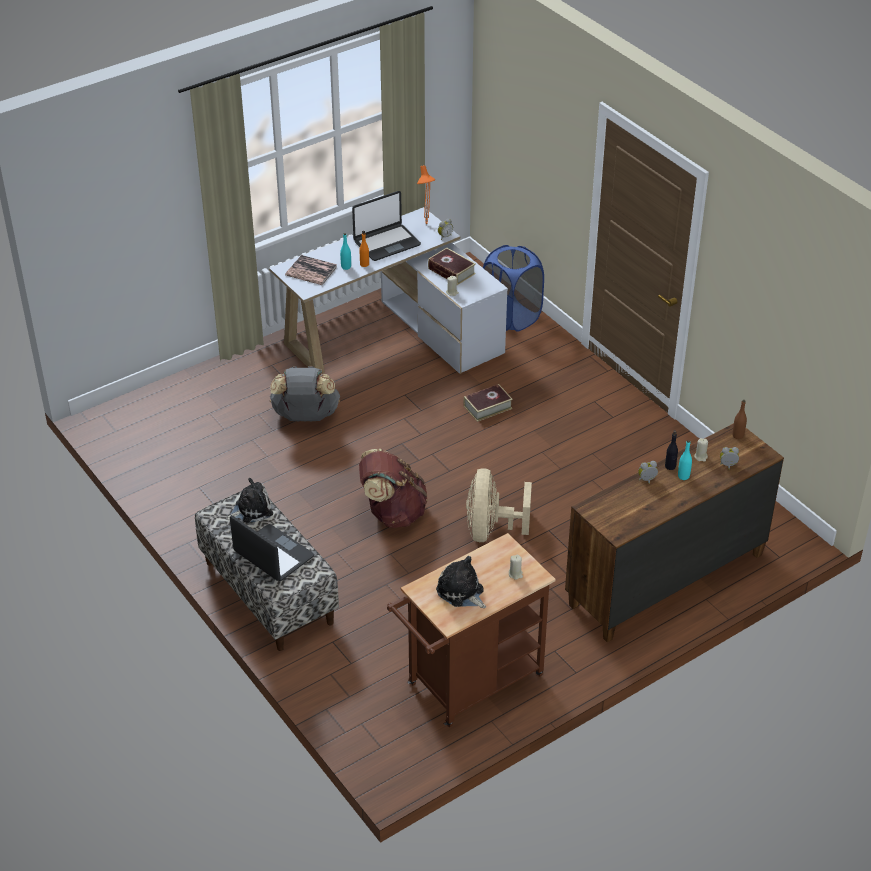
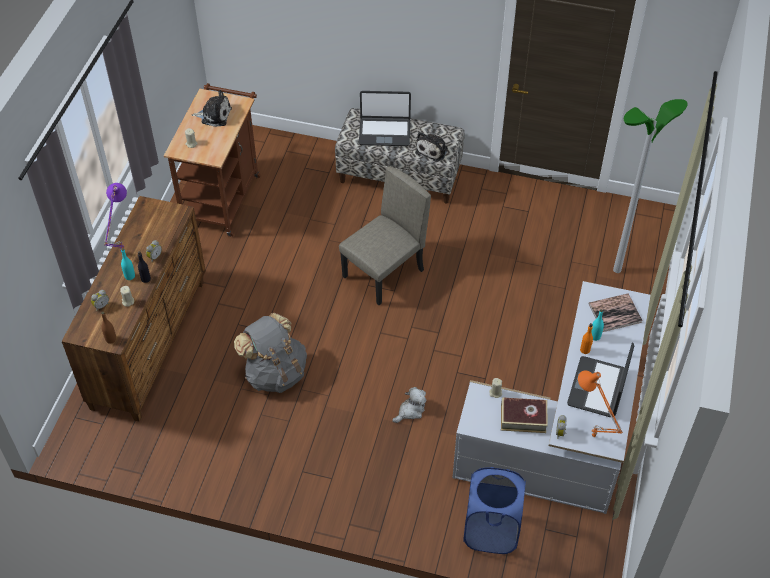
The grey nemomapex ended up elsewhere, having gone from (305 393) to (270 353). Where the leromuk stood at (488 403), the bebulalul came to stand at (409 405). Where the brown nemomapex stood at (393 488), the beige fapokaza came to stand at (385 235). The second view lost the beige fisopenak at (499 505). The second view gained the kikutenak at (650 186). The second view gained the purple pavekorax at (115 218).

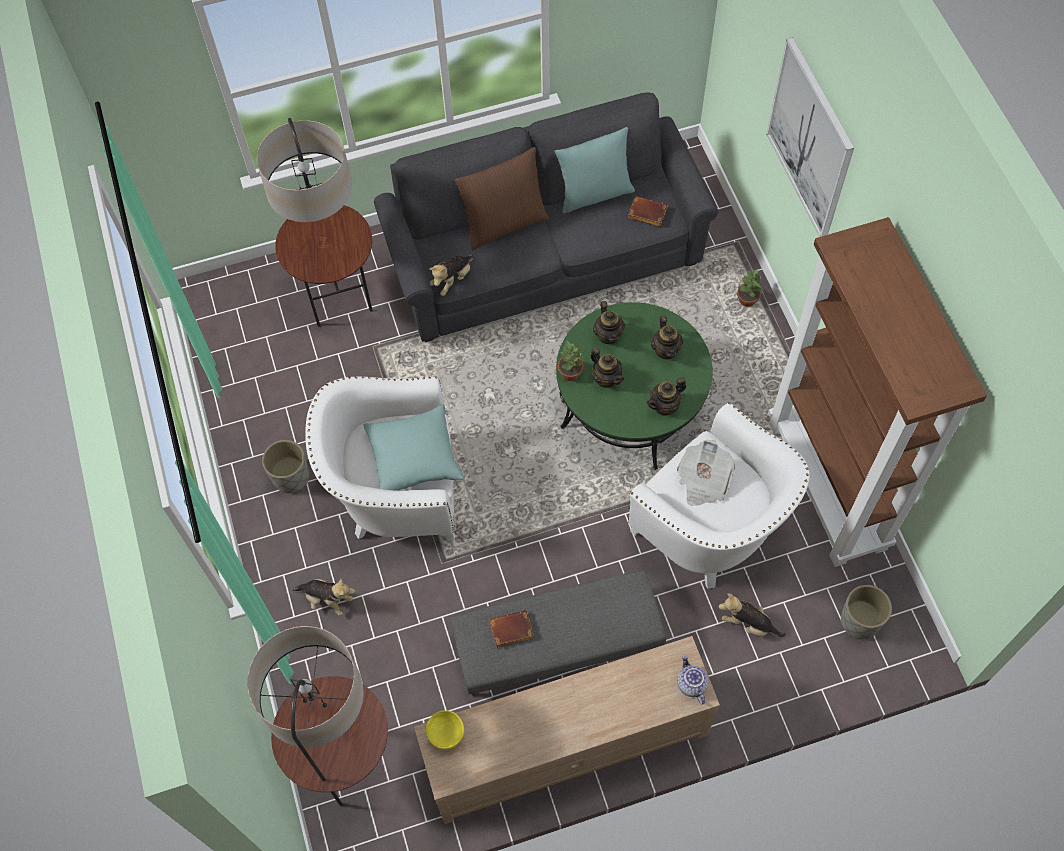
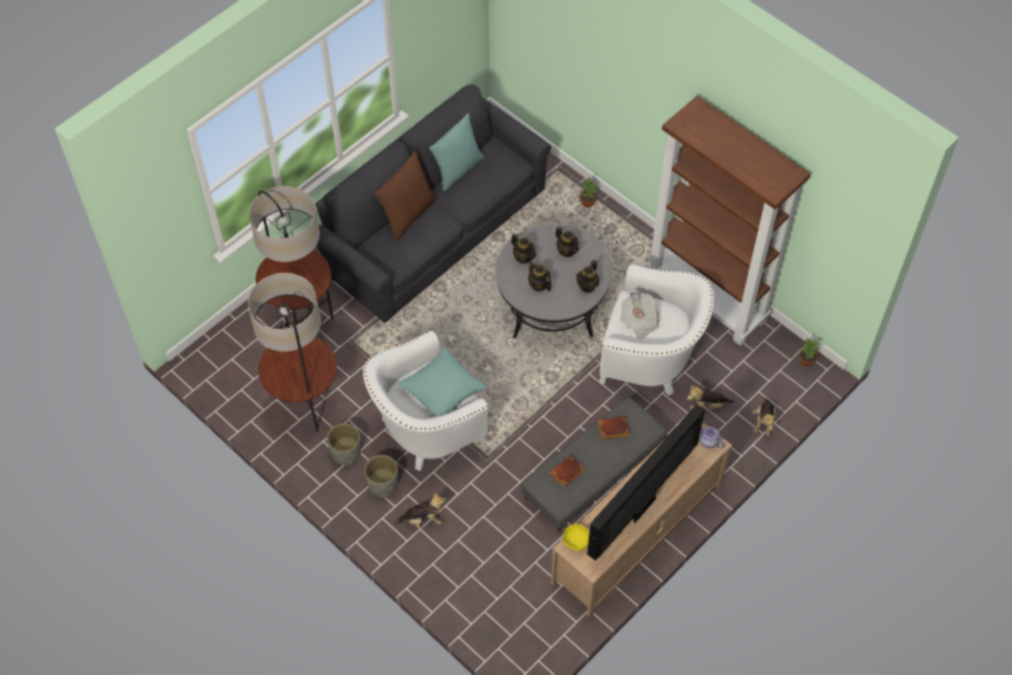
The second view lost the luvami at (810 137). The brown leromuk ended up elsewhere, having gone from (648 211) to (614 428). The bebulalul ended up elsewhere, having gone from (451 275) to (764 417). What was the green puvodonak at (634 386) turned into the grey puvodonak at (553 282). The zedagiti ended up elsewhere, having gone from (570 361) to (809 352). The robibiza at (607 367) ended up facing another way, 150 degrees counterclockwise from before. The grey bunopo ended up elsewhere, having gone from (866 612) to (381 476). The kikutenak ended up elsewhere, having gone from (317 716) to (292 352). The second view gained the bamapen at (646 482).

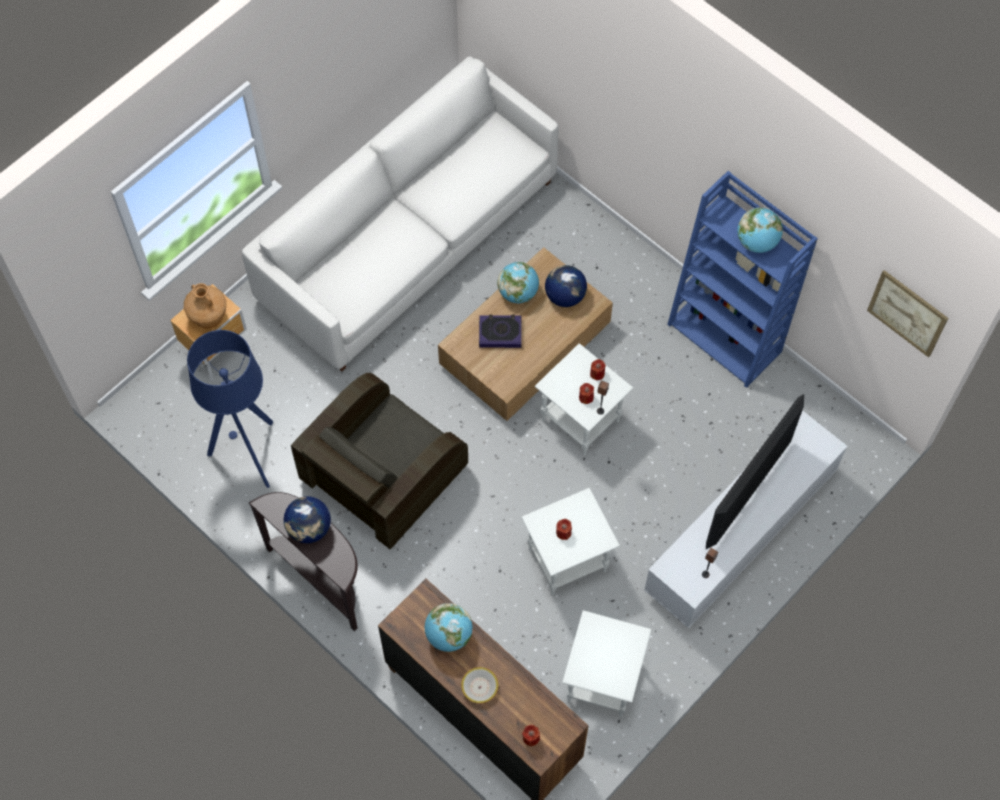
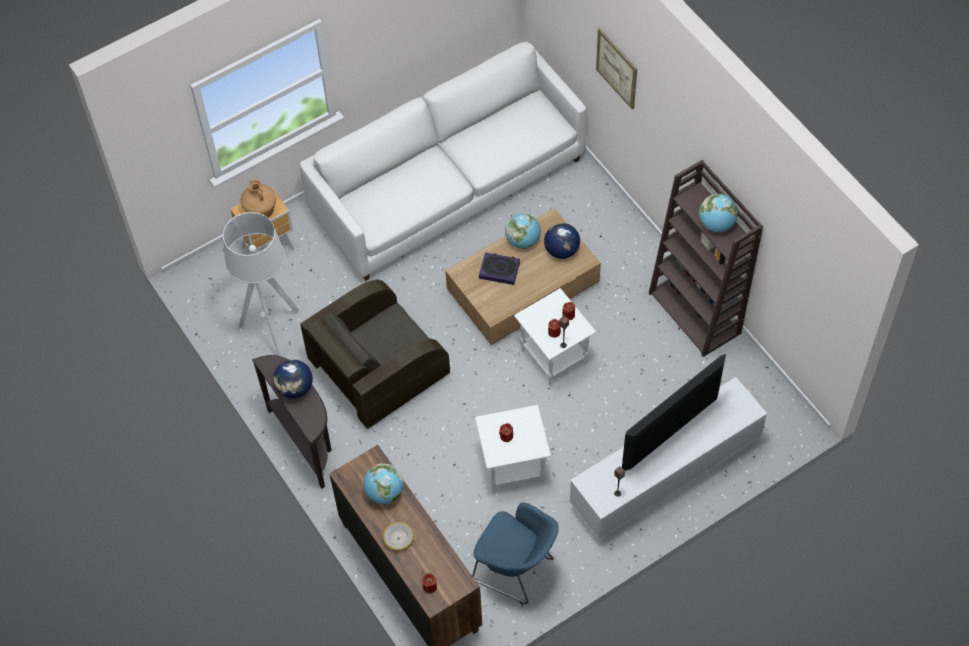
What was the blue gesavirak at (742 279) turned into the brown gesavirak at (706 258). The luvami ended up elsewhere, having gone from (907 313) to (616 69). What was the blue kikutenak at (230 409) turned into the grey kikutenak at (261 284). Where the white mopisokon stood at (606 663), the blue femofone came to stand at (515 553).

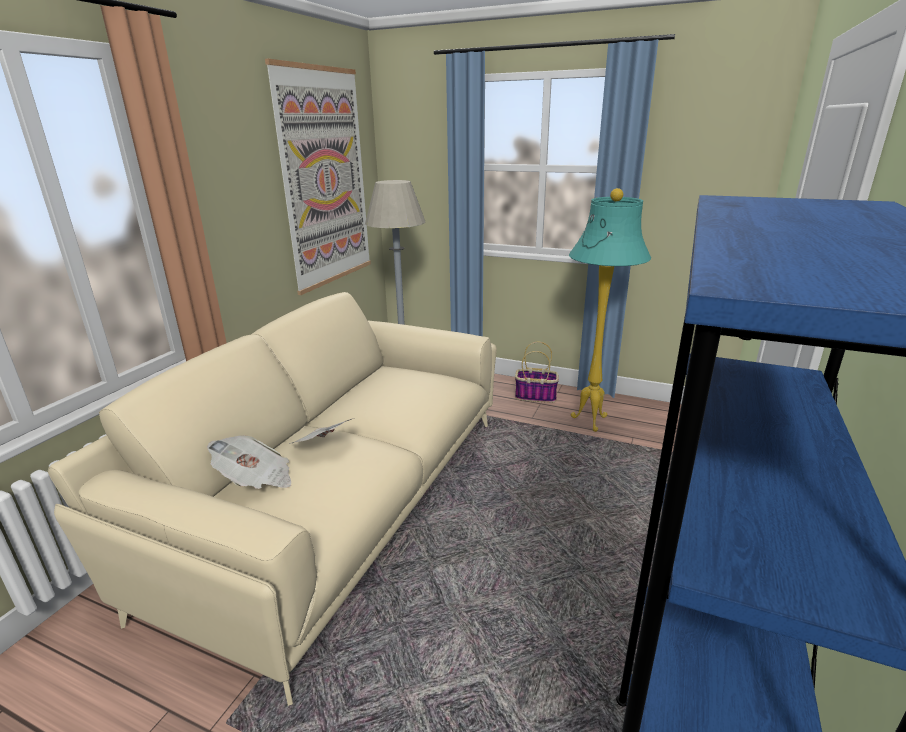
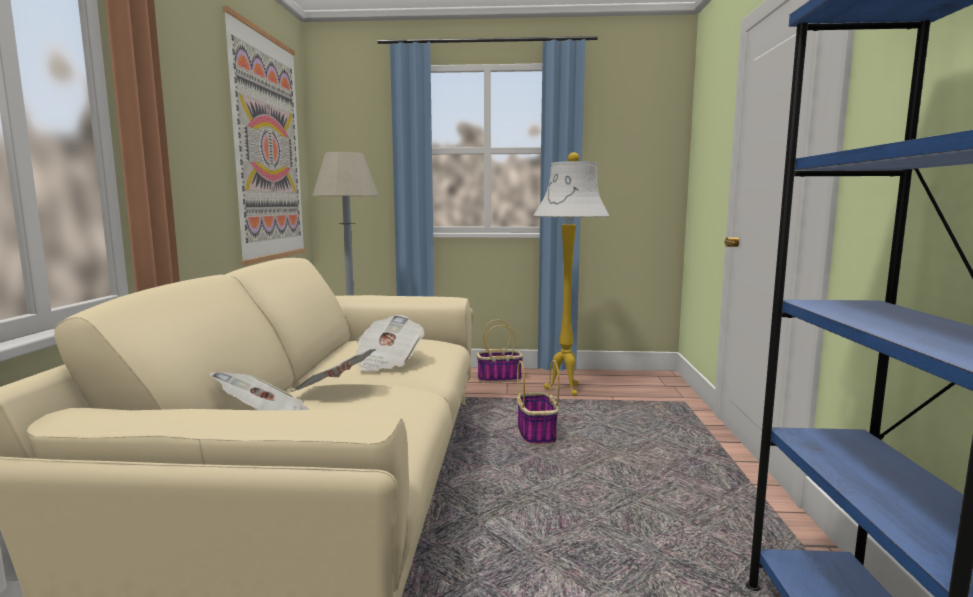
What was the turquoise kikutenak at (610 310) turned into the white kikutenak at (571 274). The second view gained the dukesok at (390 343). The second view gained the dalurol at (538 402).

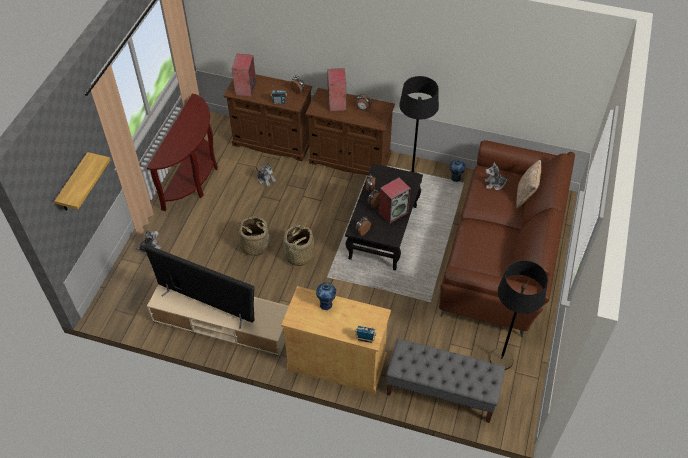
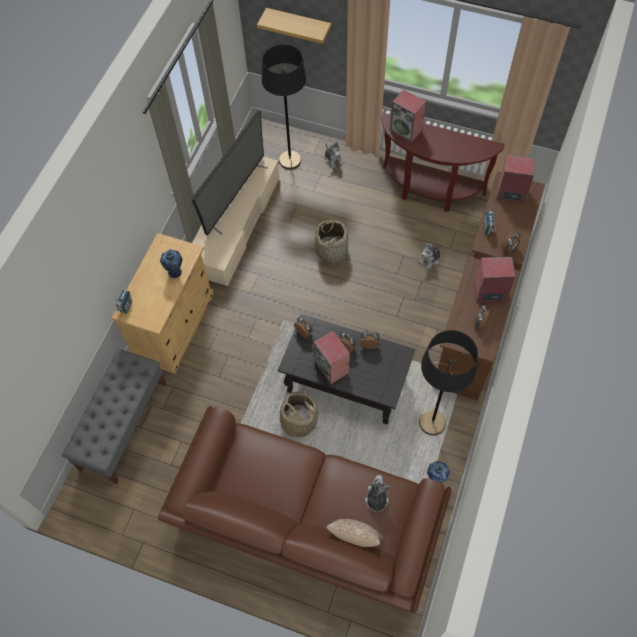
The dalurol ended up elsewhere, having gone from (298 246) to (297 414). The black kikutenak ended up elsewhere, having gone from (518 315) to (284 107). The second view gained the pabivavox at (408 116).

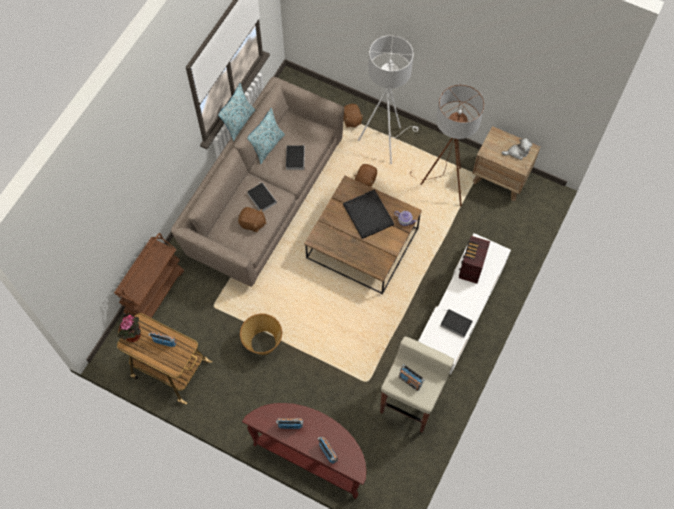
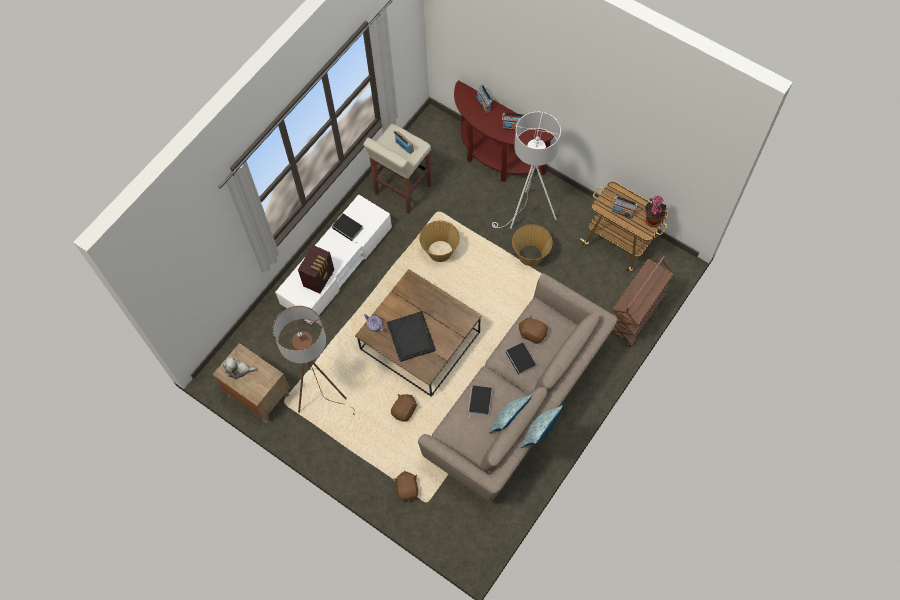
The white kikutenak ended up elsewhere, having gone from (388 99) to (526 170). The second view gained the dalurol at (439 241).

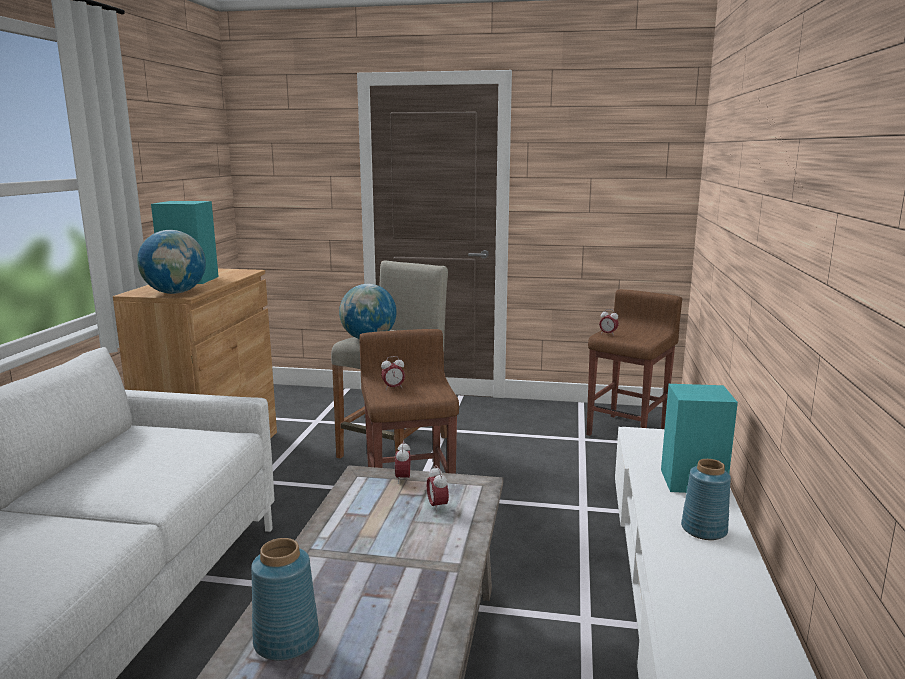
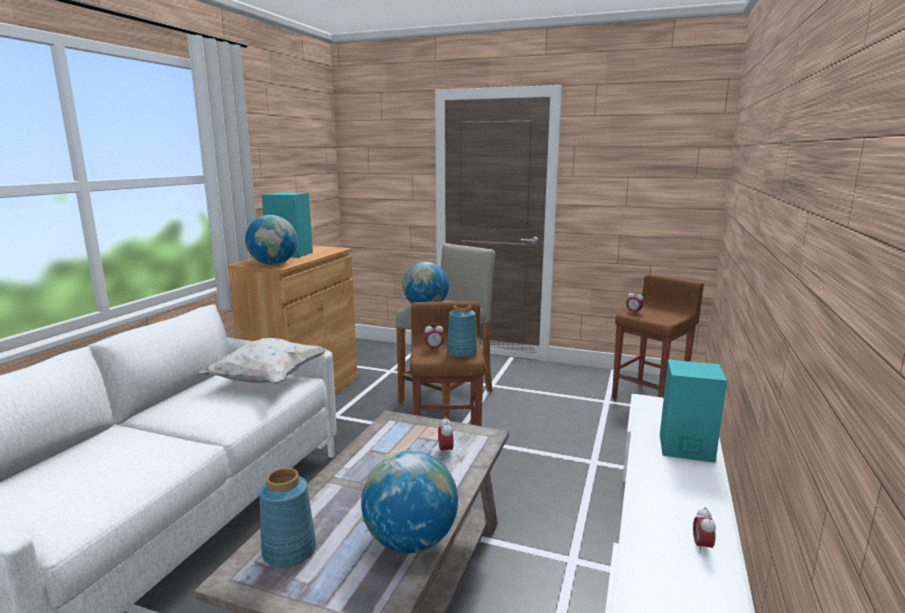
The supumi ended up elsewhere, having gone from (403 462) to (704 530). The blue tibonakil ended up elsewhere, having gone from (706 499) to (462 331). The second view gained the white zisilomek at (263 361). The second view gained the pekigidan at (409 502).

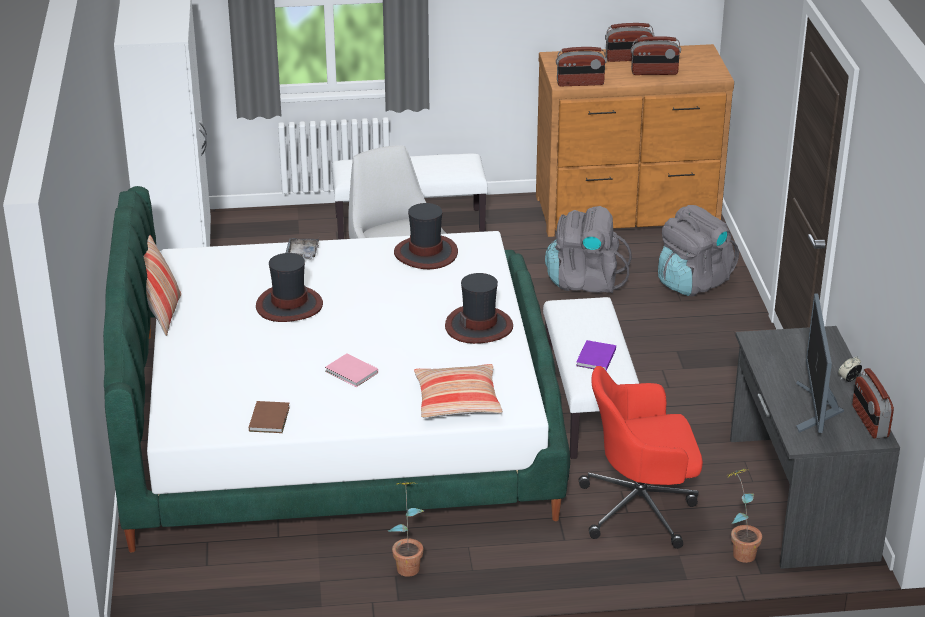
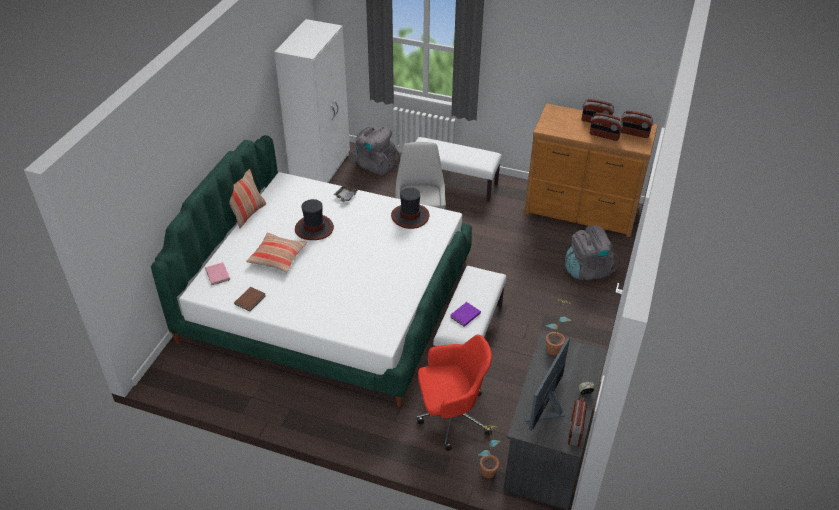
The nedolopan ended up elsewhere, having gone from (581 66) to (637 124). The grey nemomapex ended up elsewhere, having gone from (588 249) to (377 151). The second view lost the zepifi at (479 308). The pink leromuk ended up elsewhere, having gone from (351 370) to (217 273). The zisilomek ended up elsewhere, having gone from (458 391) to (276 253). The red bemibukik at (641 457) ended up facing another way, 150 degrees clockwise from before. The zedagiti ended up elsewhere, having gone from (406 529) to (558 327).

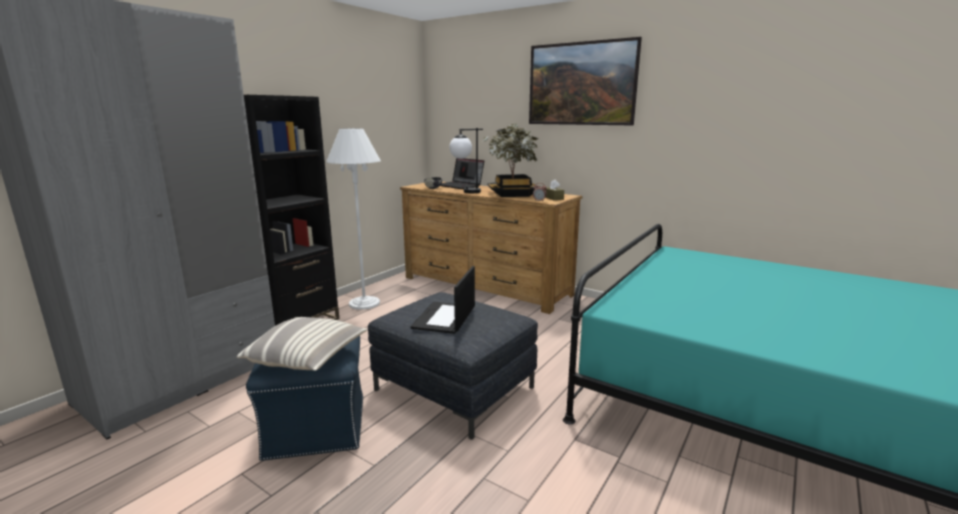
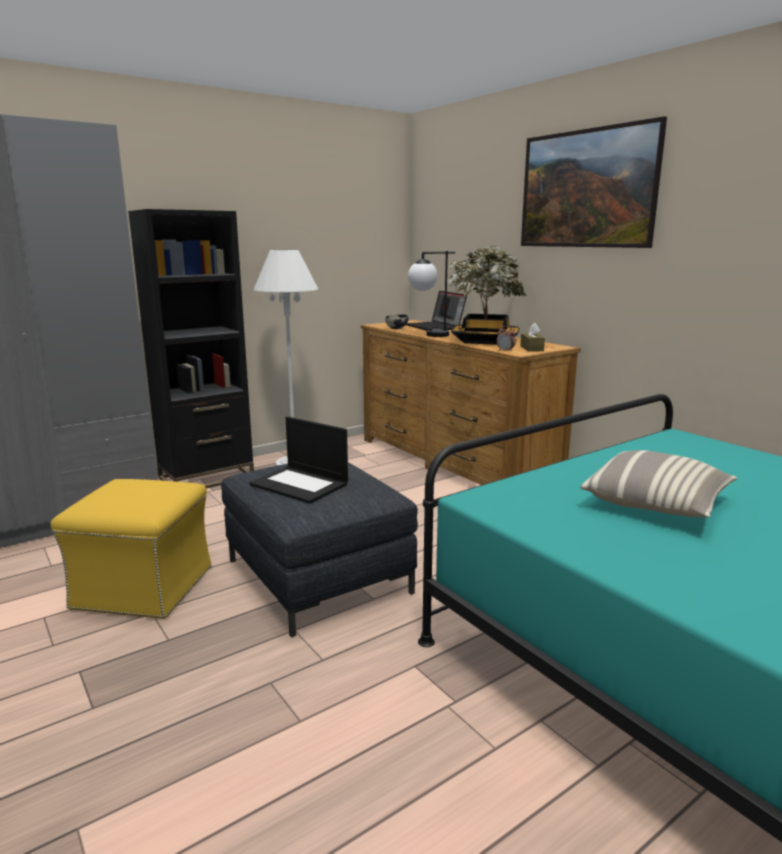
The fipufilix at (442 300) ended up facing another way, 90 degrees counterclockwise from before. The zisilomek ended up elsewhere, having gone from (302 344) to (659 483). What was the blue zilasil at (304 398) turned into the yellow zilasil at (131 549).

